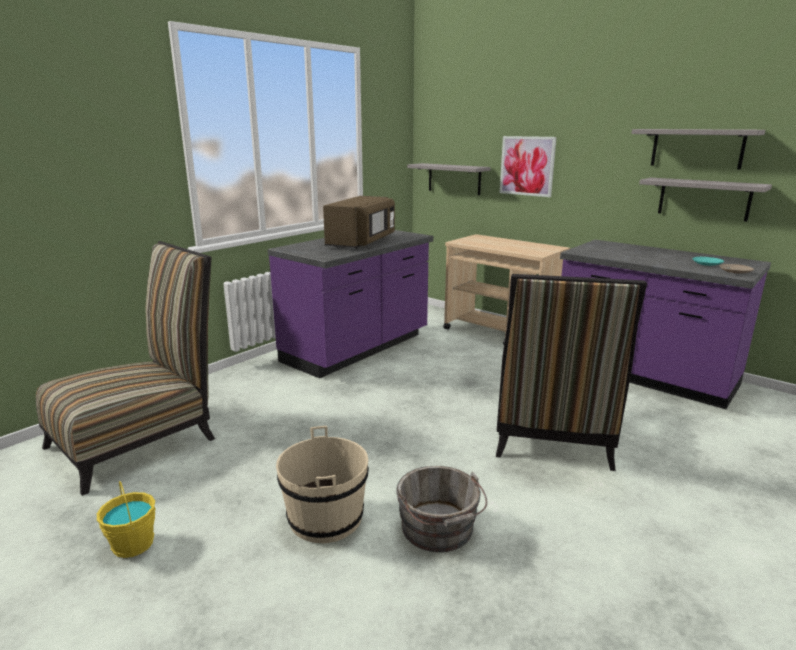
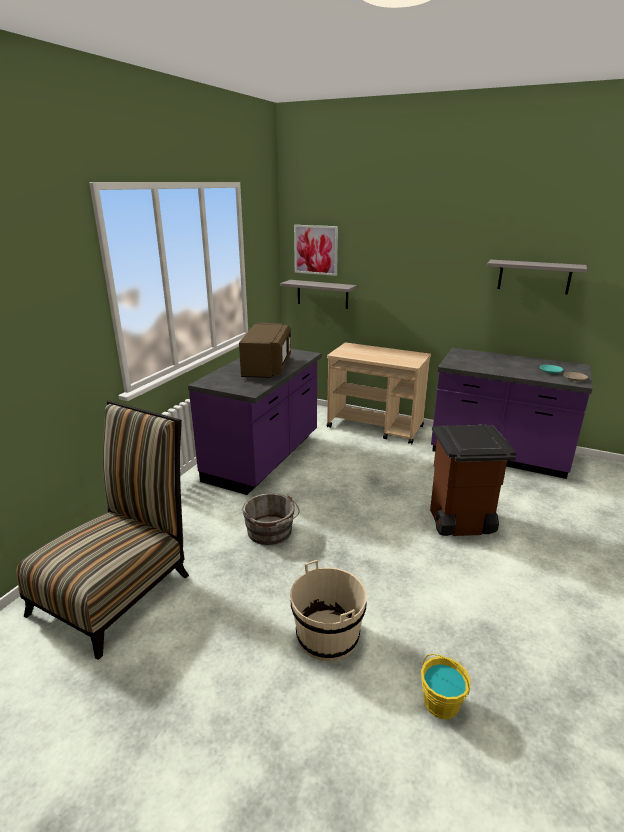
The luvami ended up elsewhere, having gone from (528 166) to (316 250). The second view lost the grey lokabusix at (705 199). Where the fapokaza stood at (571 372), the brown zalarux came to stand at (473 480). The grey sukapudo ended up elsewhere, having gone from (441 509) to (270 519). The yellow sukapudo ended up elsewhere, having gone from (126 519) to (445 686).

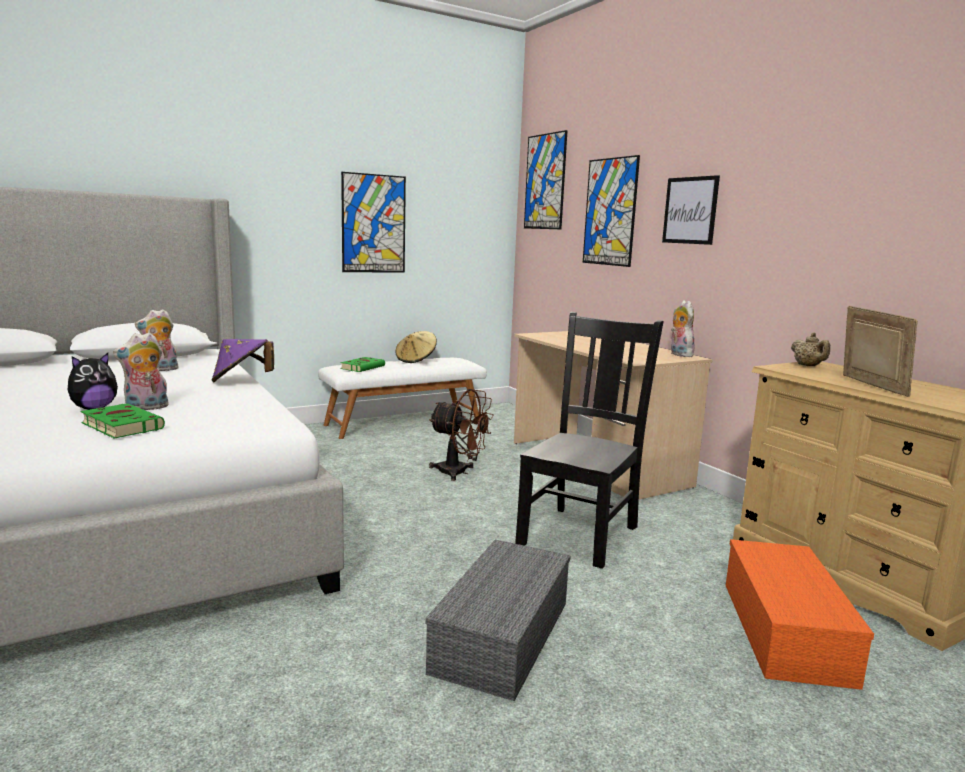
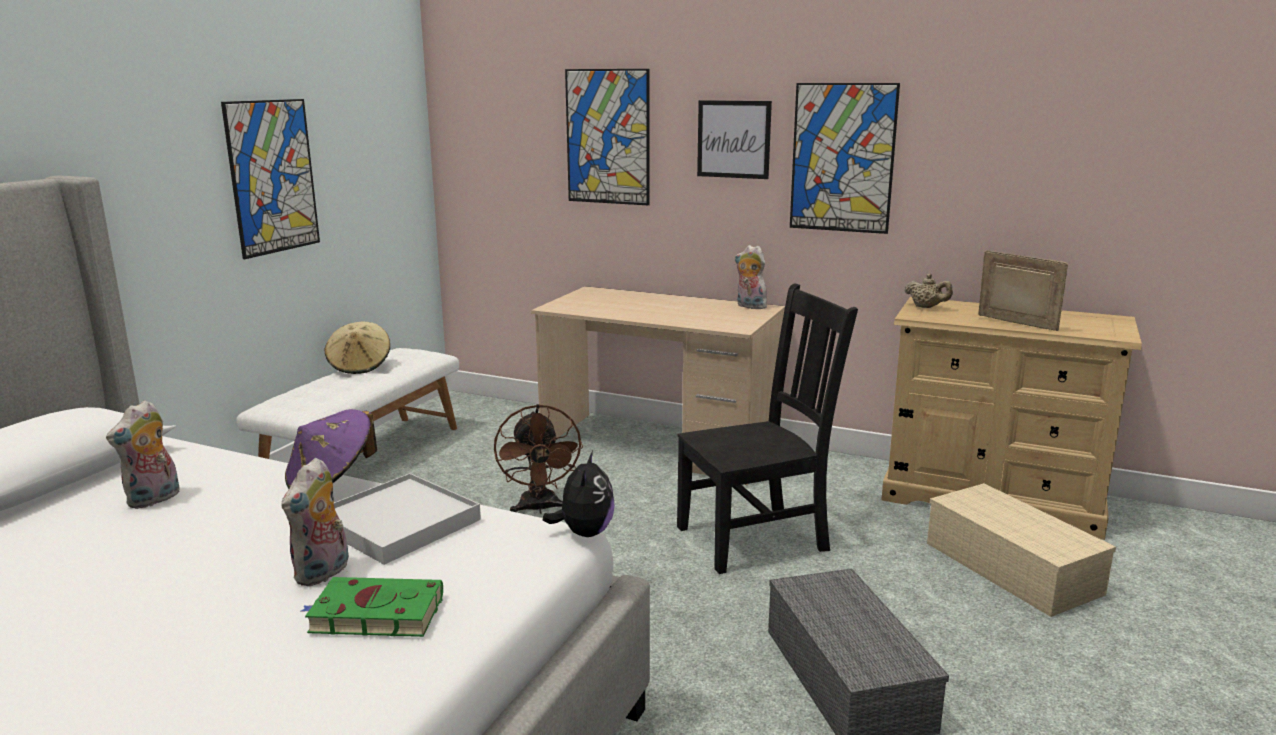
The luvami ended up elsewhere, having gone from (546 179) to (845 158). The black fapokaza at (589 440) ended up facing another way, 75 degrees clockwise from before. The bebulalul ended up elsewhere, having gone from (93 381) to (579 494). The second view lost the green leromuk at (362 364). The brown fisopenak at (461 435) ended up facing another way, 90 degrees clockwise from before. What was the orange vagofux at (800 614) turned into the beige vagofux at (1021 550). The second view gained the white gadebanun at (407 519).

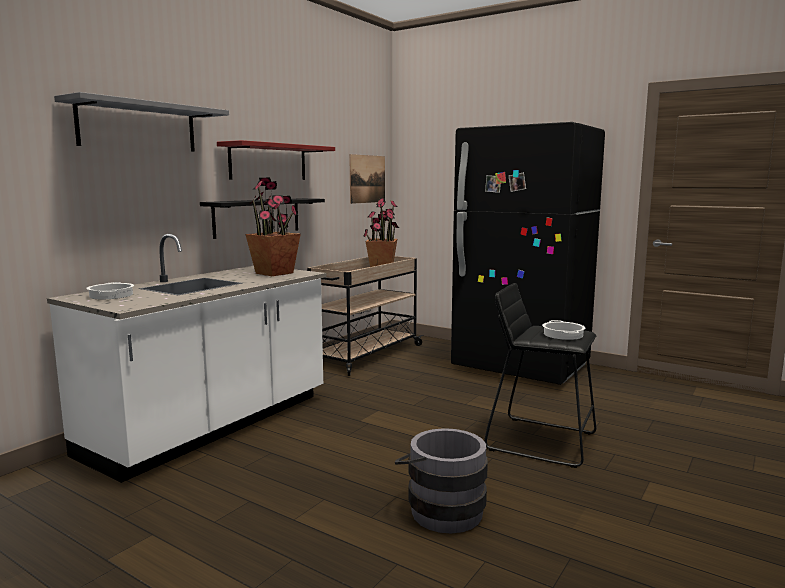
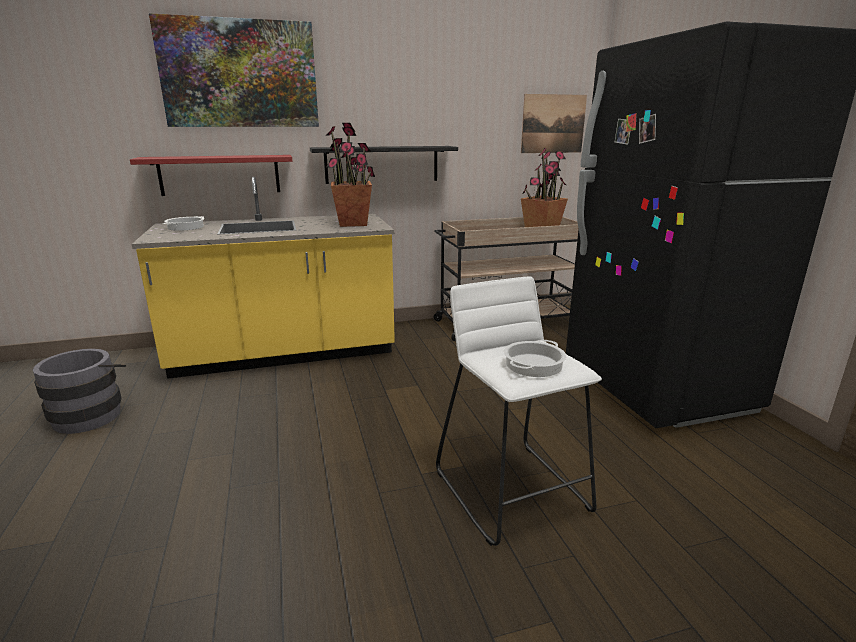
Where the grey lokabusix hung at (141 122), the luvami came to hang at (234 70). The red lokabusix ended up elsewhere, having gone from (276 160) to (211 175). What was the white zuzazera at (187 358) turned into the yellow zuzazera at (263 278). What was the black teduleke at (540 375) turned into the white teduleke at (519 411). The grey sukapudo ended up elsewhere, having gone from (441 481) to (79 391).

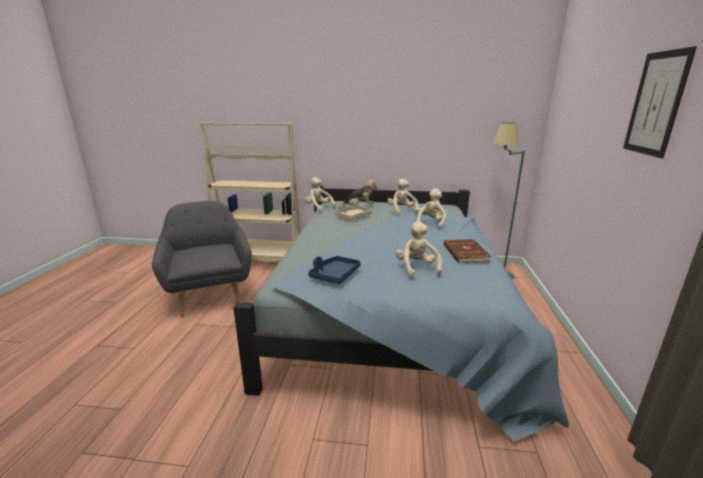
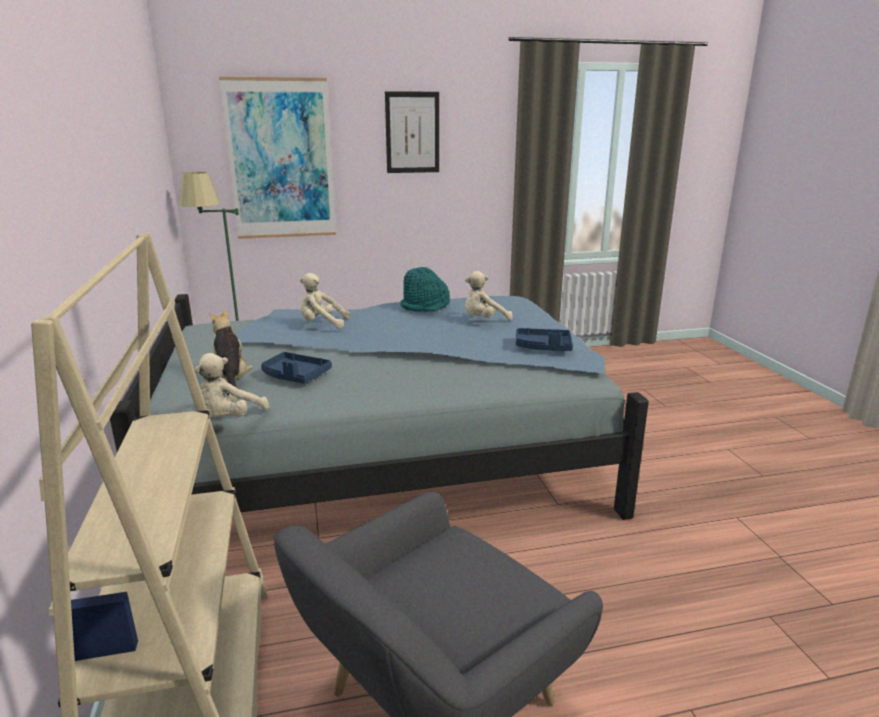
The second view lost the beige bebulalul at (403 197). What was the beige gadebanun at (353 211) turned into the blue gadebanun at (296 368). Where the brown leromuk stood at (467 251), the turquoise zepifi came to stand at (425 289). The second view gained the luvami at (277 158).

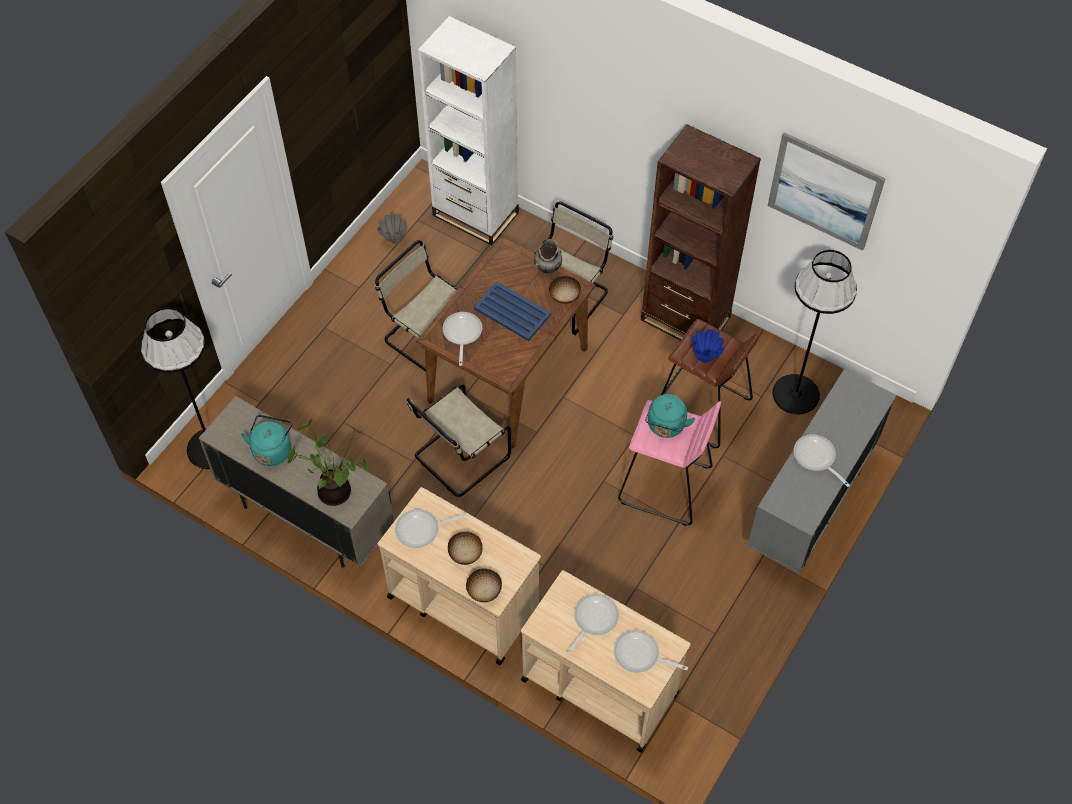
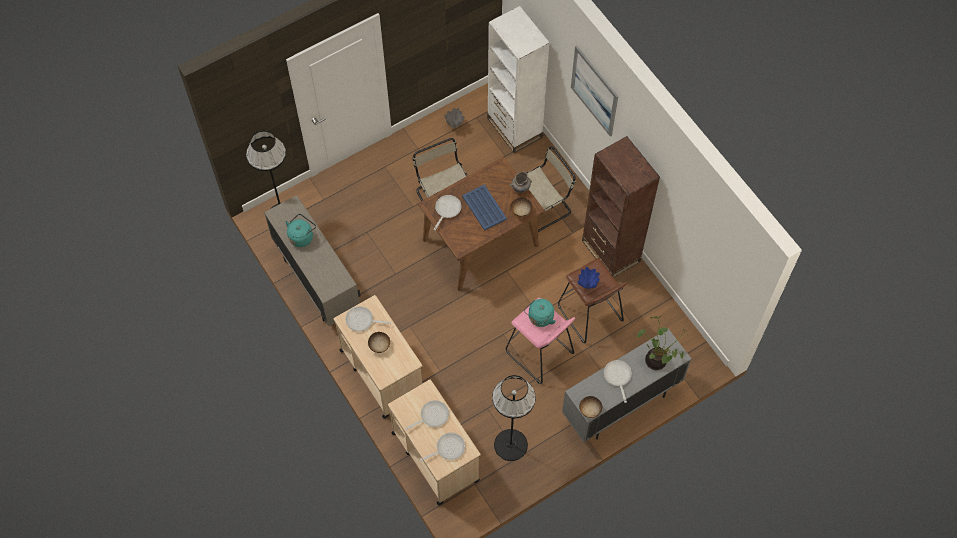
The luvami ended up elsewhere, having gone from (827 192) to (594 91). The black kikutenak ended up elsewhere, having gone from (814 332) to (514 418). The second view lost the beige fapokaza at (459 440). The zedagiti ended up elsewhere, having gone from (328 462) to (661 343). The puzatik ended up elsewhere, having gone from (484 585) to (590 407). The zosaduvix at (651 651) ended up facing another way, 105 degrees clockwise from before.

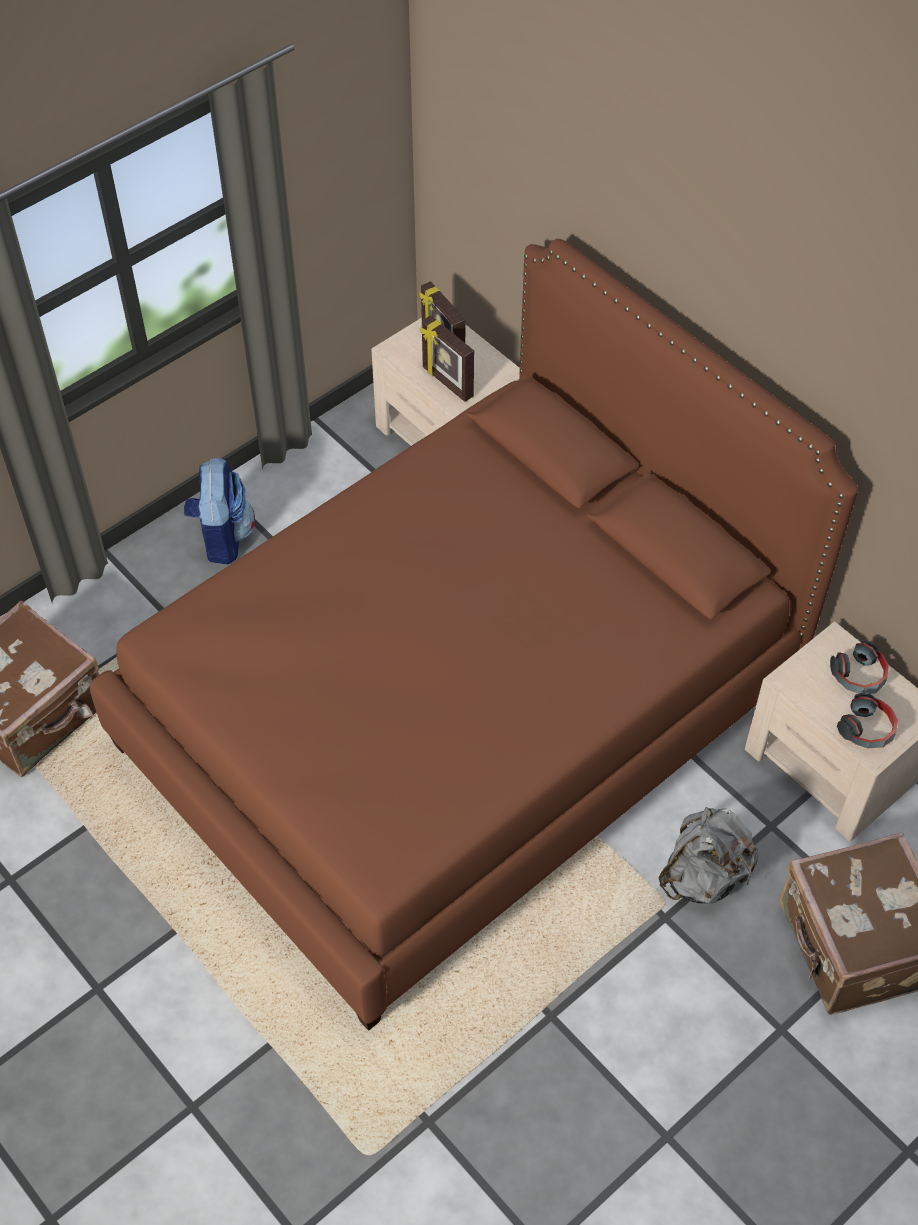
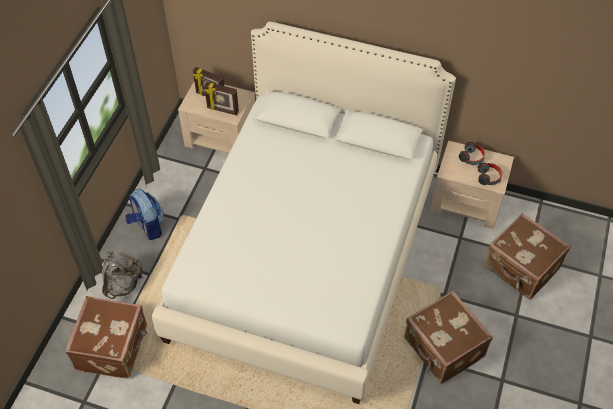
What was the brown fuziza at (474 635) turned into the white fuziza at (304 213). The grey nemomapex ended up elsewhere, having gone from (708 855) to (122 274). The second view gained the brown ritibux at (448 337).

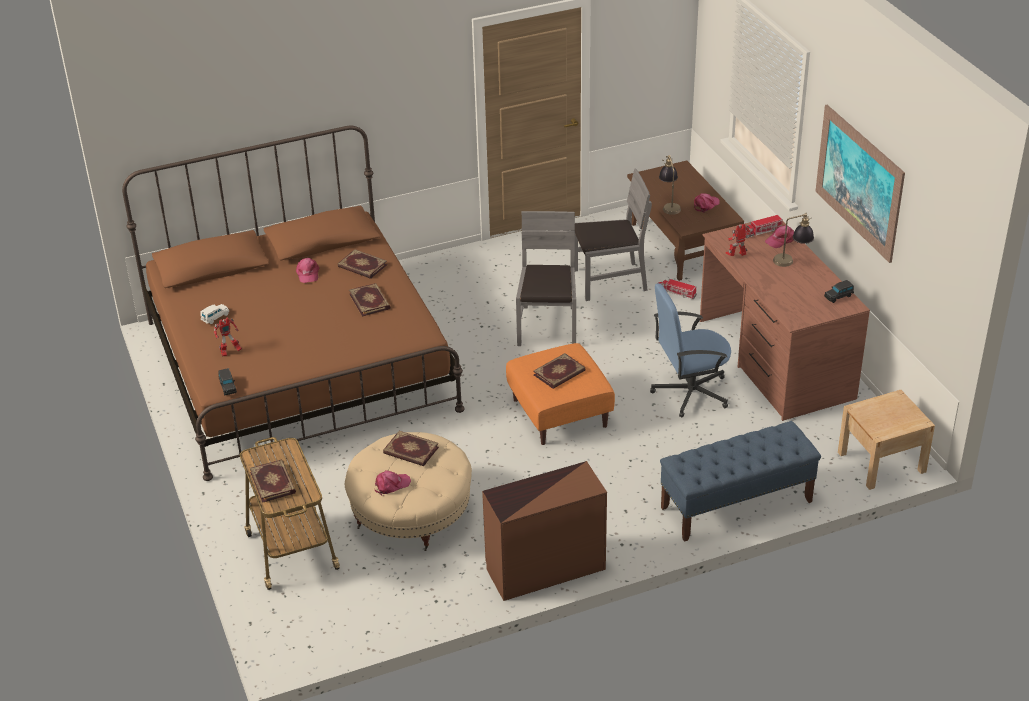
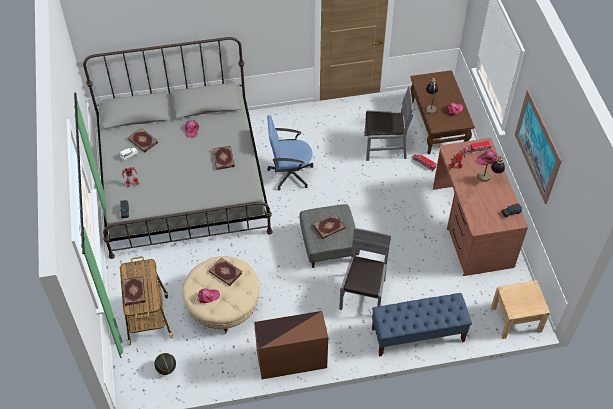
What was the brown fuziza at (293 303) turned into the grey fuziza at (177 148). The grey fapokaza ended up elsewhere, having gone from (546 278) to (365 269). The leromuk ended up elsewhere, having gone from (362 264) to (143 140). The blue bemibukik ended up elsewhere, having gone from (690 350) to (290 152). What was the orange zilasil at (560 394) turned into the grey zilasil at (330 236). The second view gained the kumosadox at (165 364).

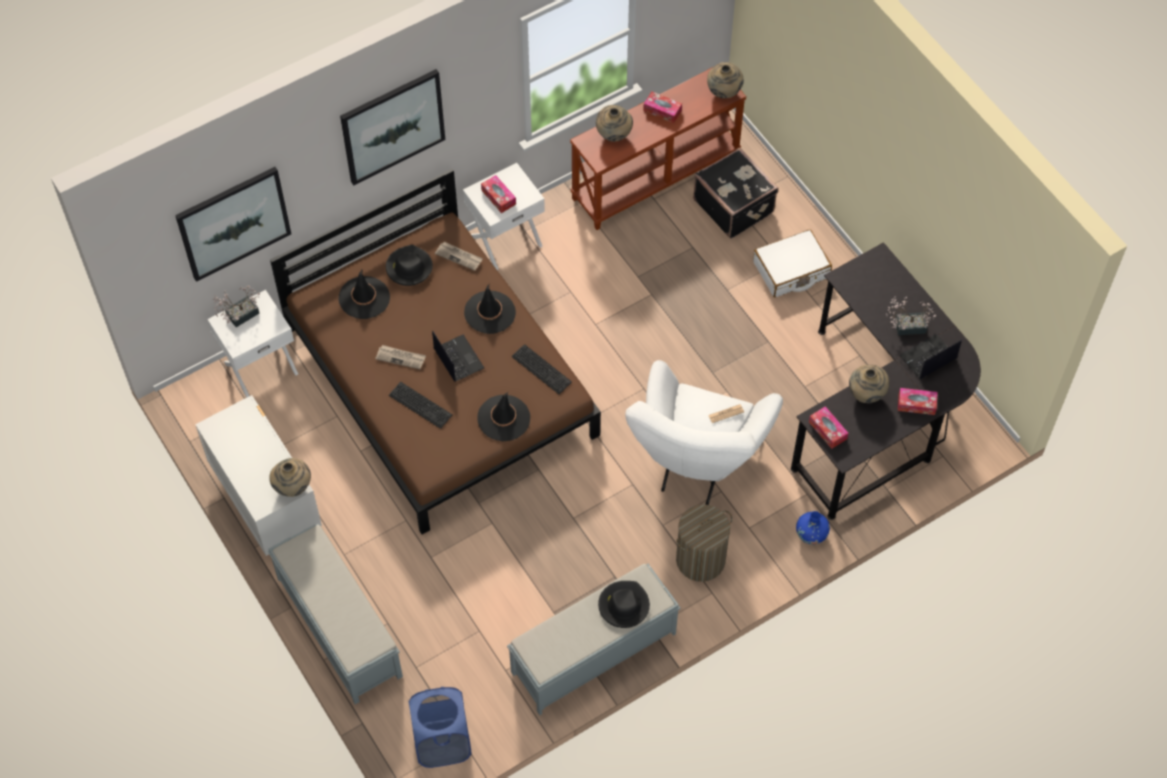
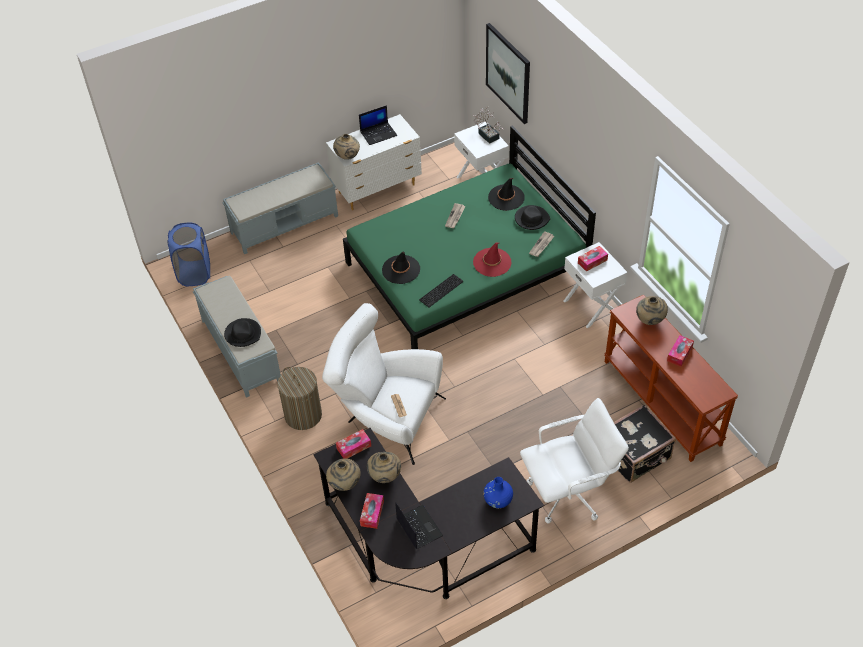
The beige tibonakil ended up elsewhere, having gone from (725 80) to (343 474). The second view lost the luvami at (392 127). What was the brown fuziza at (435 351) turned into the green fuziza at (469 237). Where the white ritibux stood at (792 263), the white bemibukik came to stand at (574 460). What was the black zepifi at (490 309) turned into the red zepifi at (492 259). The second view lost the zedagiti at (911 316). The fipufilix ended up elsewhere, having gone from (458 356) to (378 125). The second view lost the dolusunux at (420 405). The blue tibonakil ended up elsewhere, having gone from (813 528) to (498 492).

